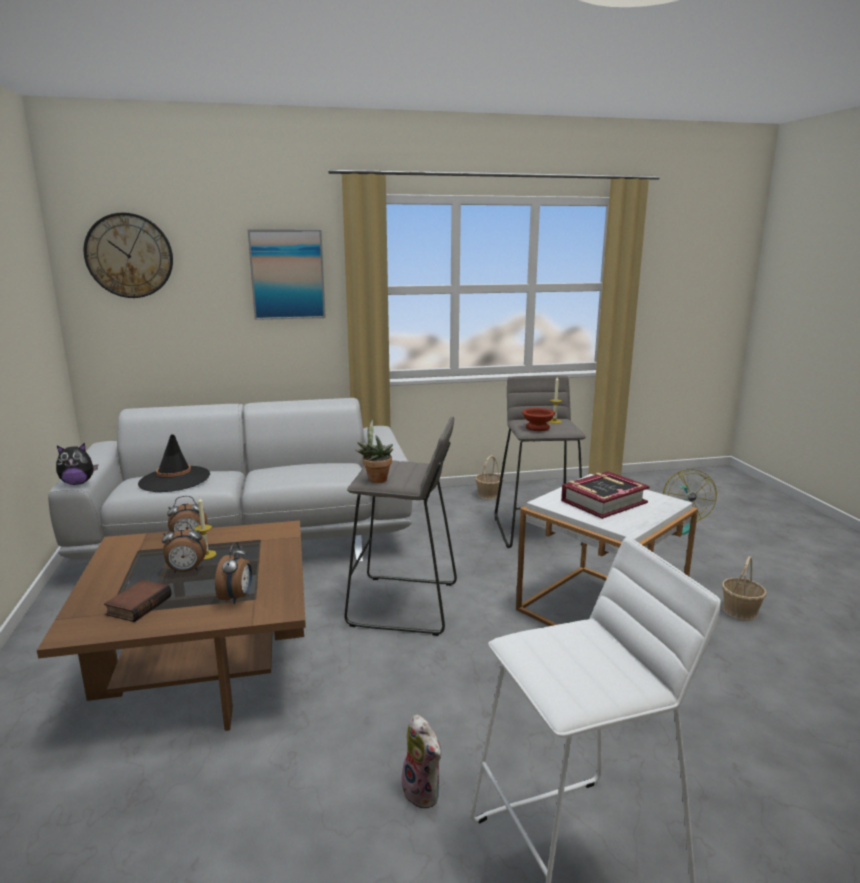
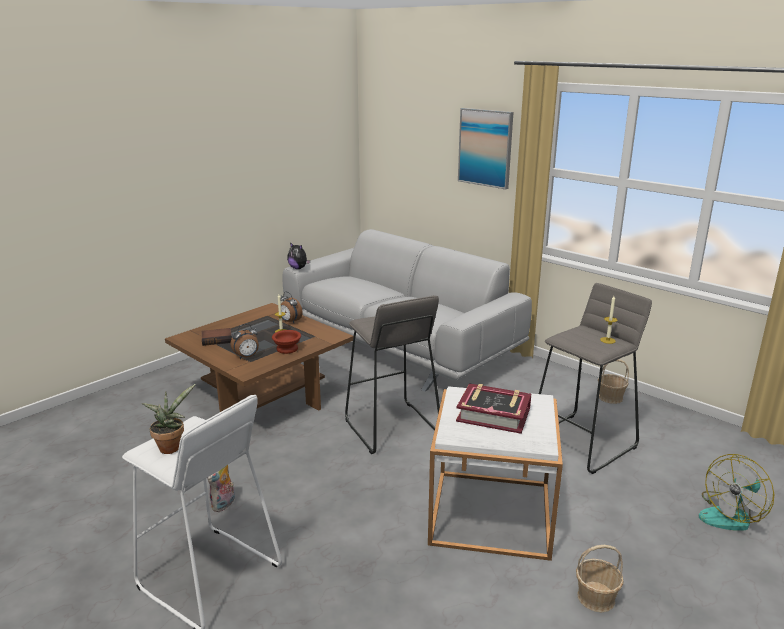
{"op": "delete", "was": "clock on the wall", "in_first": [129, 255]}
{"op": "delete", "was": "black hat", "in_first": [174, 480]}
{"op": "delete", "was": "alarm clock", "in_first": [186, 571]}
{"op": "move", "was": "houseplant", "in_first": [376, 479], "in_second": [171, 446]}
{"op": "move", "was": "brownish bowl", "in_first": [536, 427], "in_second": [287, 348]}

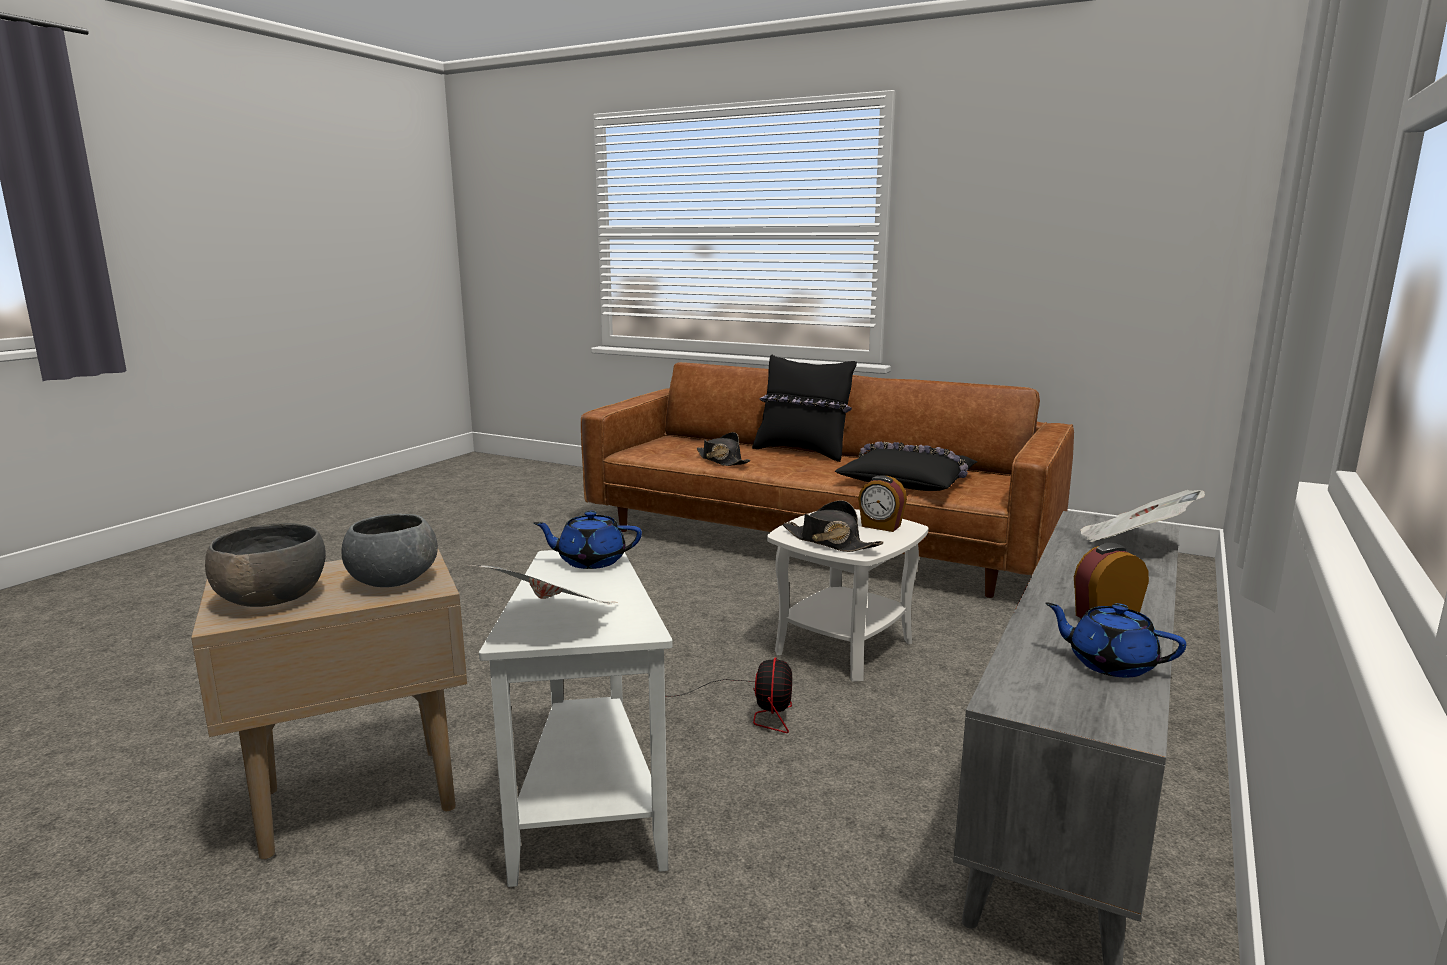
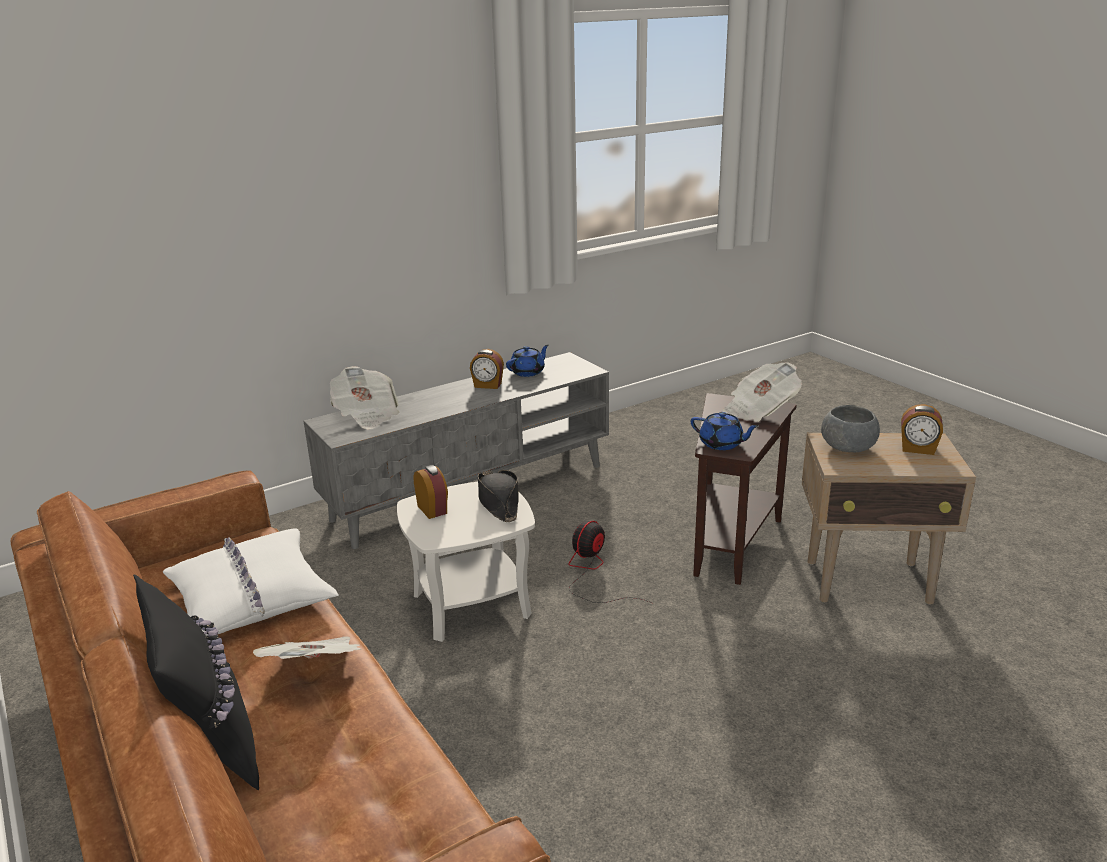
{"op": "replace", "was": "greyish bowl", "now": "alarm clock", "in_first": [272, 598], "in_second": [918, 449]}
{"op": "recolor", "was": "white end table", "now": "brownish end table", "in_first": [589, 810], "in_second": [731, 541]}
{"op": "delete", "was": "black hat", "in_first": [721, 460]}
{"op": "recolor", "was": "black cushion", "now": "white cushion", "in_first": [908, 481], "in_second": [251, 597]}
{"op": "rotate", "was": "blue tea pot", "in_first": [1110, 663], "in_second": [528, 372], "clockwise": -105}
{"op": "insert", "now": "printed paper", "in_second": [316, 669]}

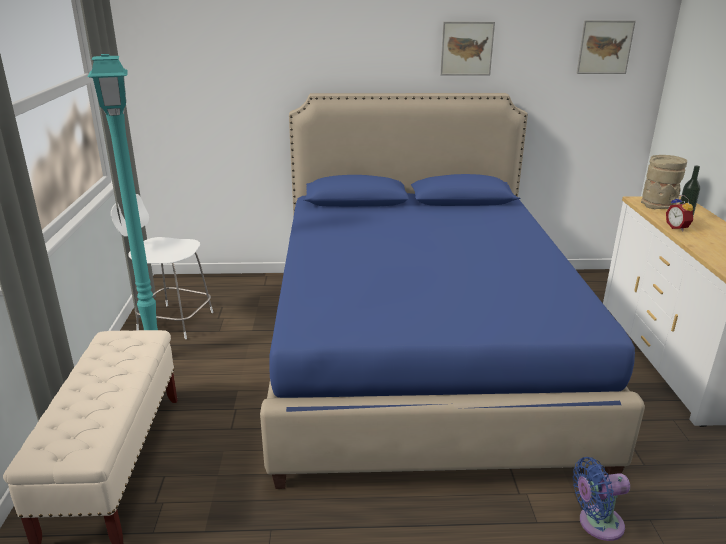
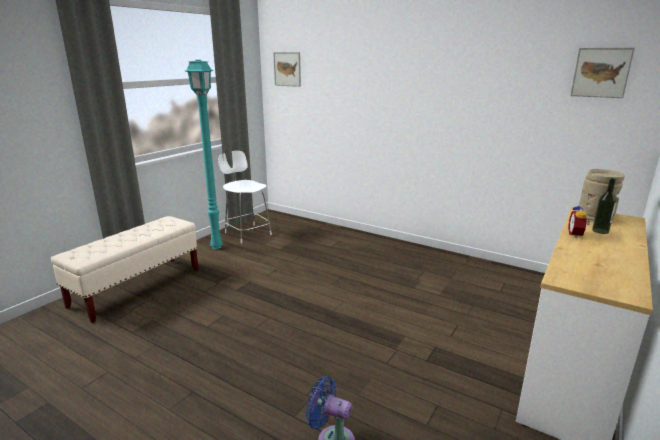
{"op": "delete", "was": "blue bedroom bed", "in_first": [418, 352]}
{"op": "move", "was": "wall picture", "in_first": [466, 48], "in_second": [287, 69]}

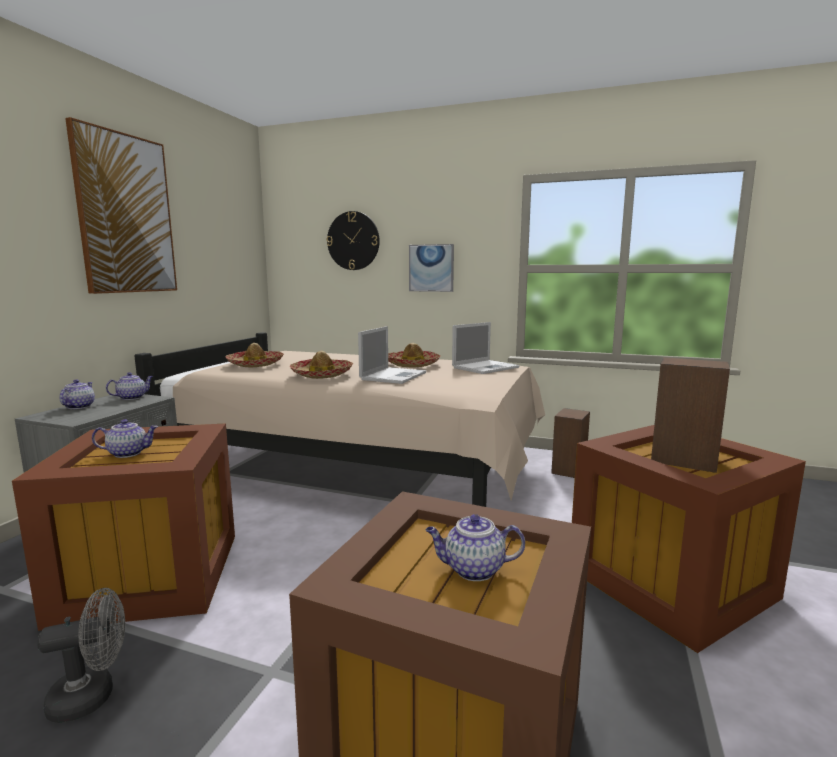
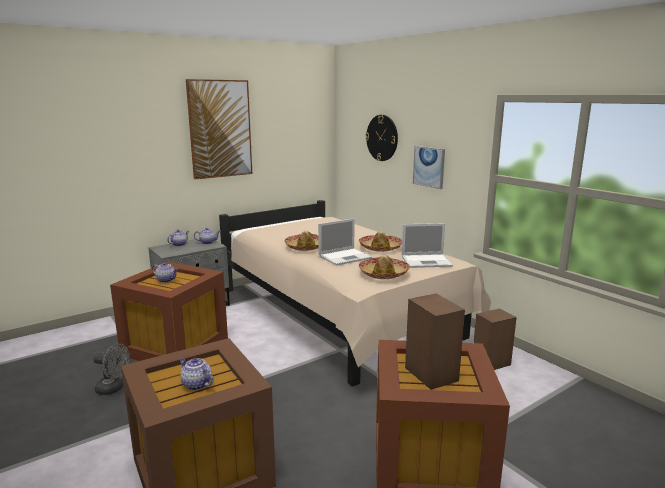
{"op": "move", "was": "hat", "in_first": [255, 364], "in_second": [383, 274]}

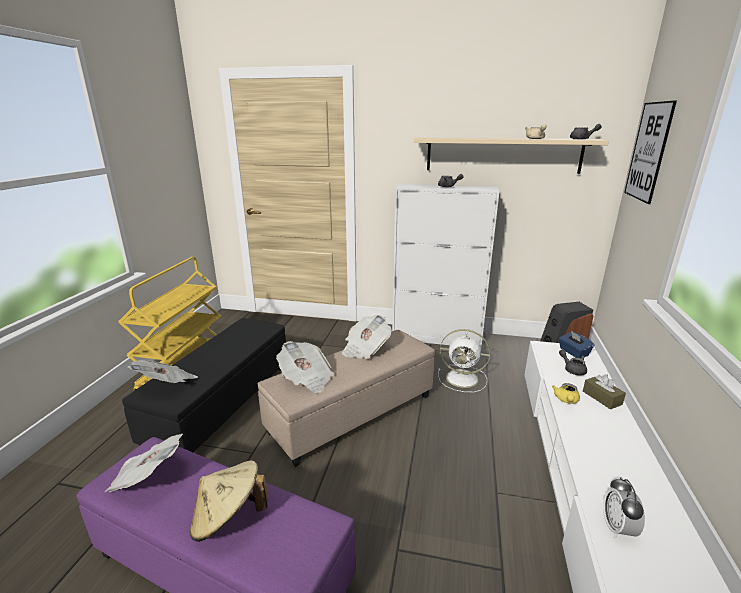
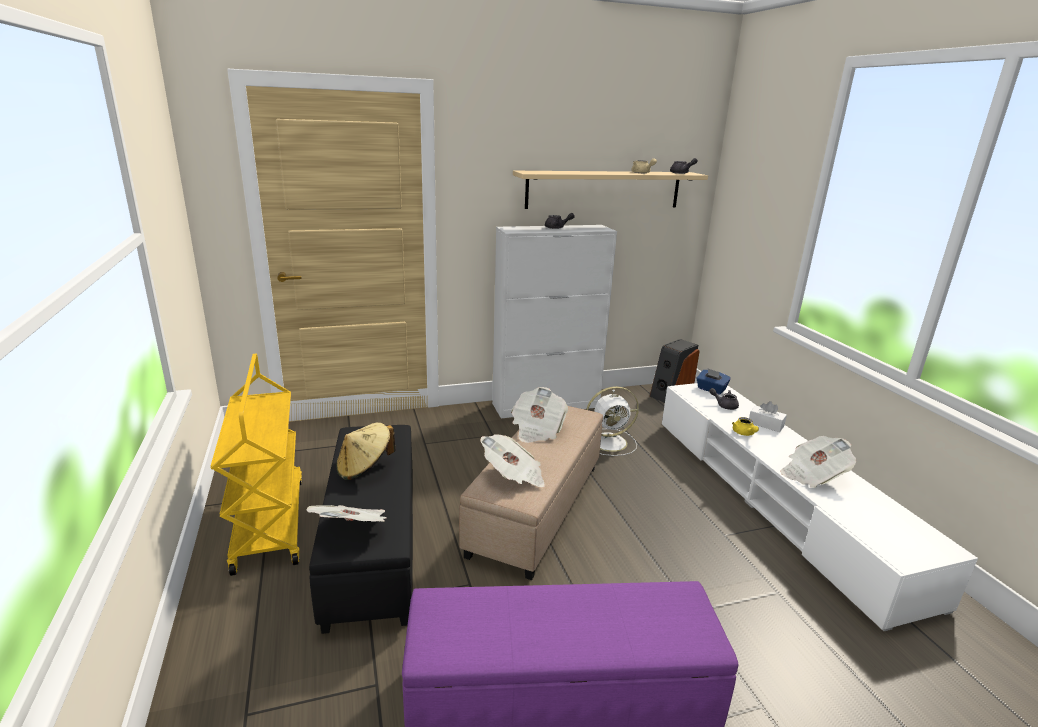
{"op": "move", "was": "printed paper", "in_first": [148, 477], "in_second": [812, 475]}
{"op": "move", "was": "beige hat", "in_first": [229, 518], "in_second": [364, 468]}
{"op": "recolor", "was": "brownish box of tissues", "now": "white box of tissues", "in_first": [602, 398], "in_second": [766, 424]}
{"op": "delete", "was": "alarm clock", "in_first": [617, 528]}
{"op": "delete", "was": "wall picture", "in_first": [648, 151]}

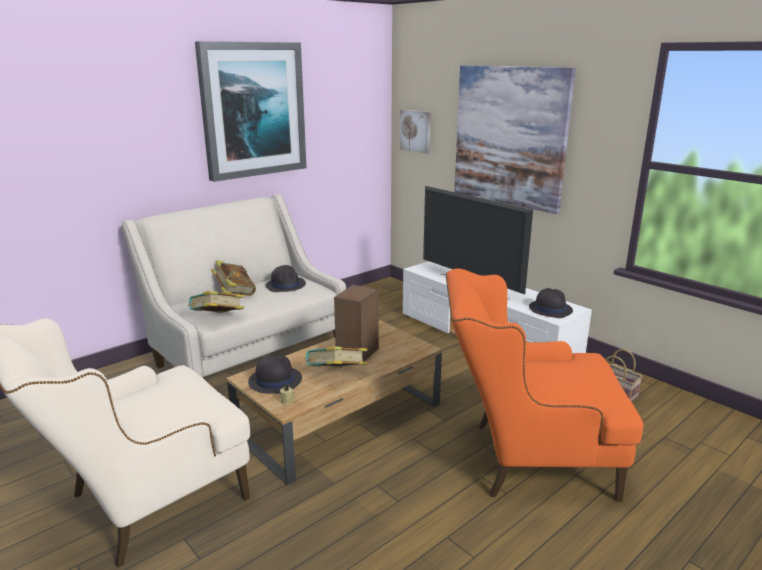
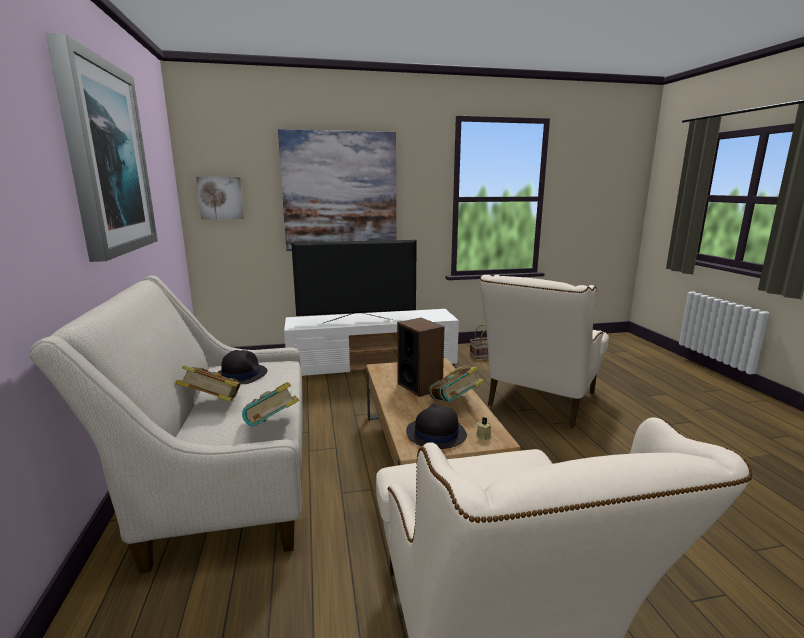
{"op": "recolor", "was": "orange armchair", "now": "beige armchair", "in_first": [525, 459], "in_second": [538, 403]}
{"op": "delete", "was": "black hat", "in_first": [550, 309]}

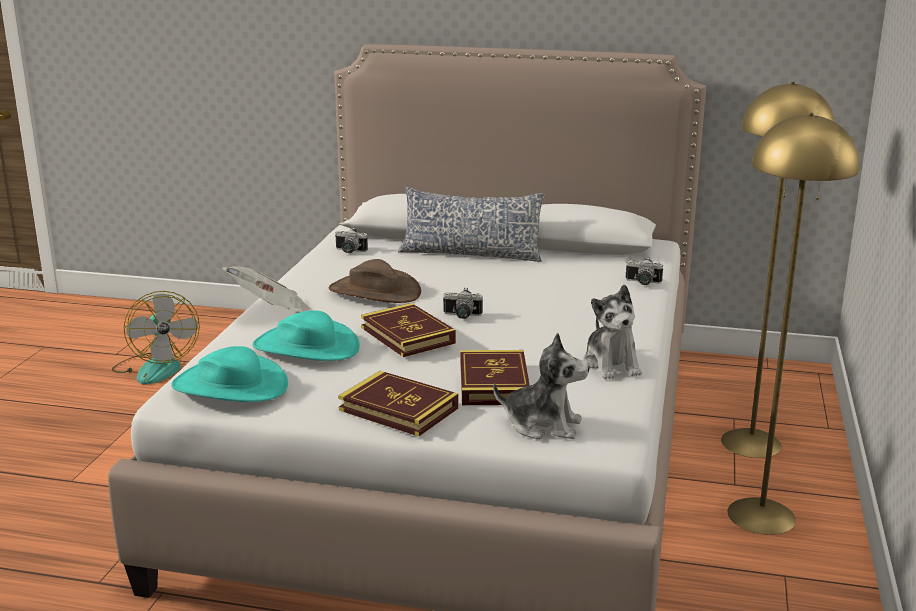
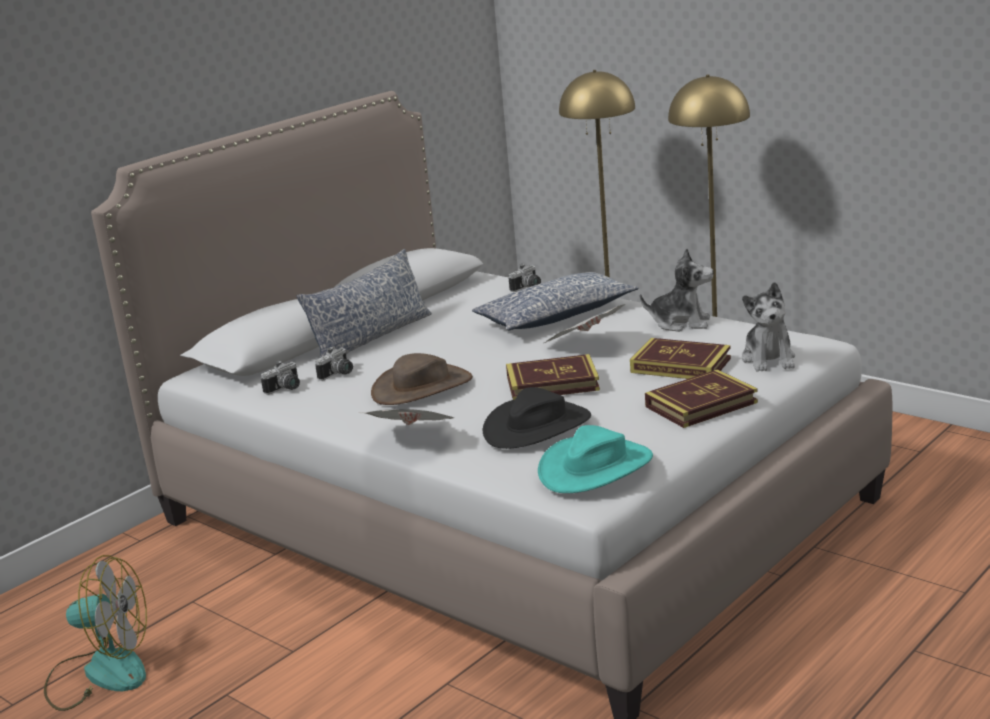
{"op": "recolor", "was": "turquoise hat", "now": "black hat", "in_first": [306, 346], "in_second": [537, 426]}
{"op": "move", "was": "photo camera", "in_first": [461, 316], "in_second": [338, 374]}
{"op": "rotate", "was": "soft toy", "in_first": [543, 425], "in_second": [769, 359], "clockwise": 135}
{"op": "insert", "now": "cushion", "in_second": [555, 316]}
{"op": "insert", "now": "printed paper", "in_second": [584, 345]}

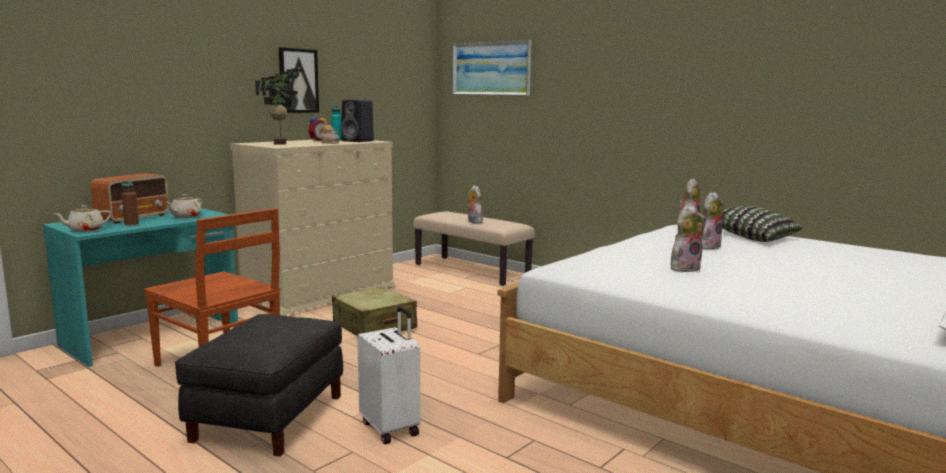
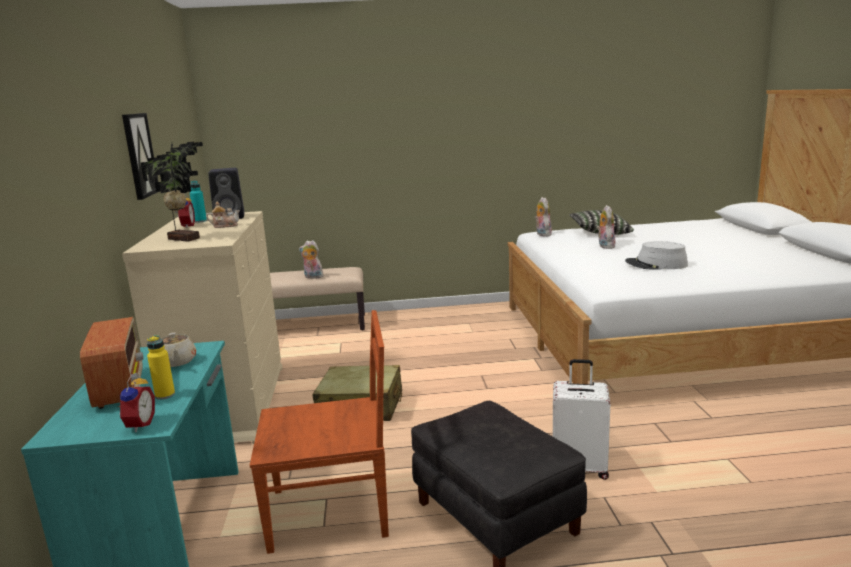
{"op": "replace", "was": "beige tea pot", "now": "alarm clock", "in_first": [85, 230], "in_second": [138, 425]}
{"op": "recolor", "was": "brownish drink bottle", "now": "yellowish drink bottle", "in_first": [131, 225], "in_second": [165, 395]}
{"op": "delete", "was": "wall picture", "in_first": [491, 69]}
{"op": "replace", "was": "soft toy", "now": "greyish hat", "in_first": [685, 268], "in_second": [656, 264]}

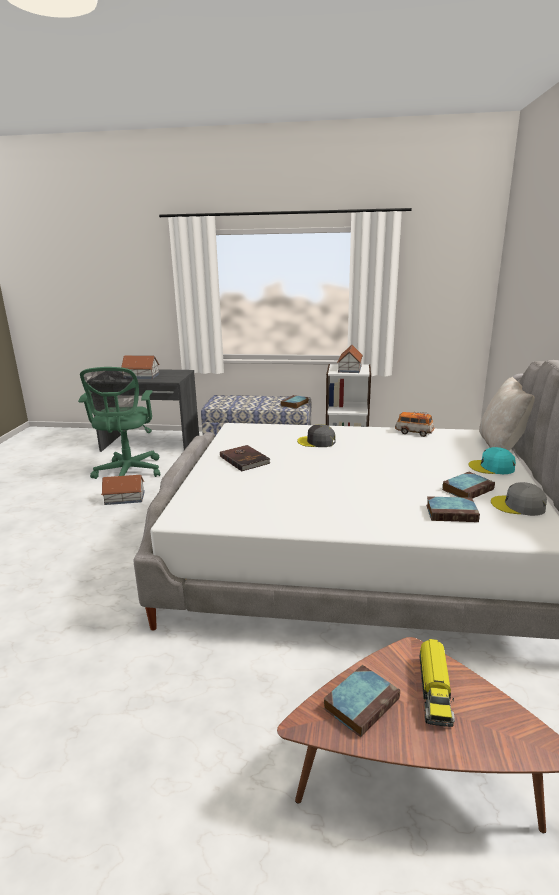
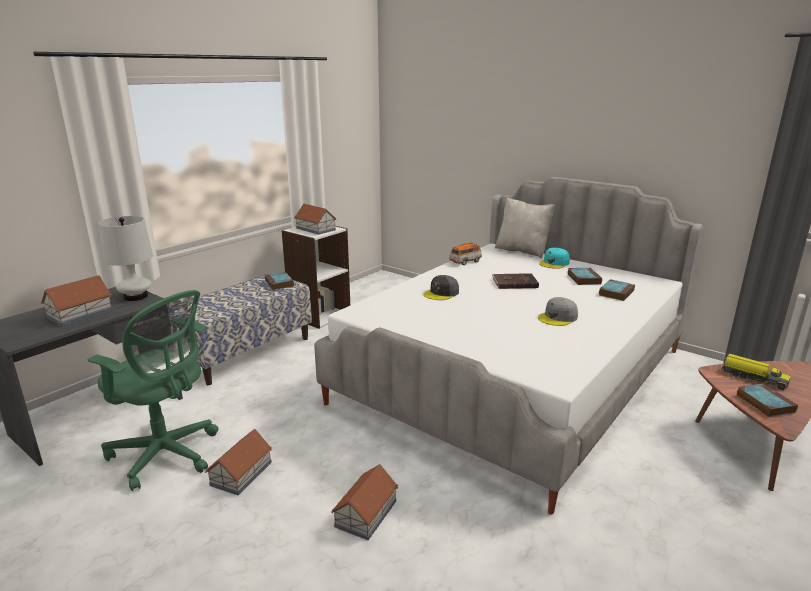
{"op": "move", "was": "brownish volume", "in_first": [245, 459], "in_second": [514, 283]}
{"op": "move", "was": "greyish peaked cap", "in_first": [518, 506], "in_second": [558, 317]}
{"op": "insert", "now": "white tabletop lamp", "in_second": [136, 296]}
{"op": "insert", "now": "miniature house", "in_second": [365, 514]}

